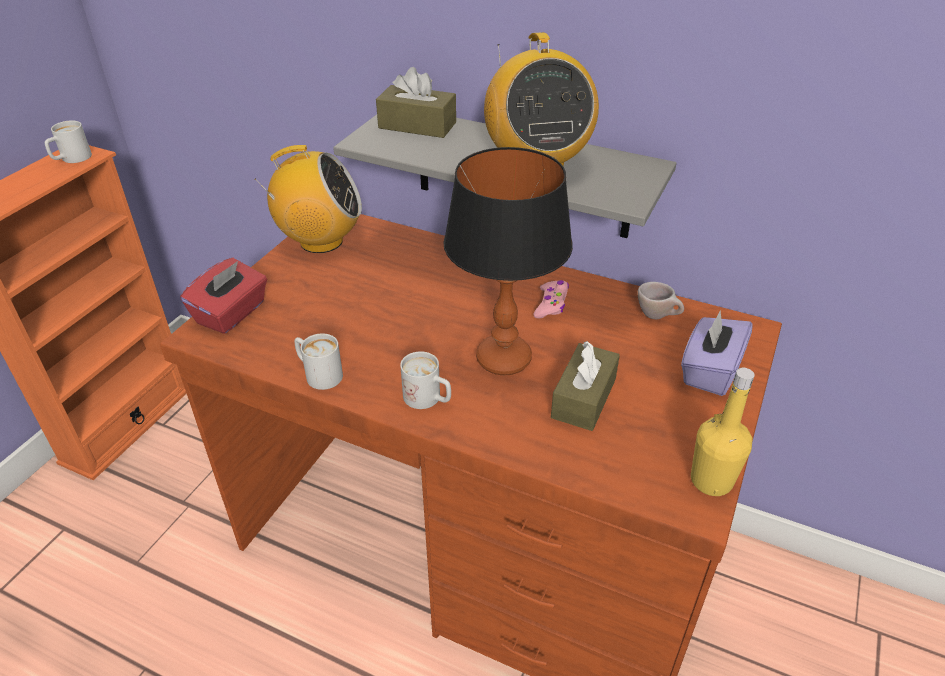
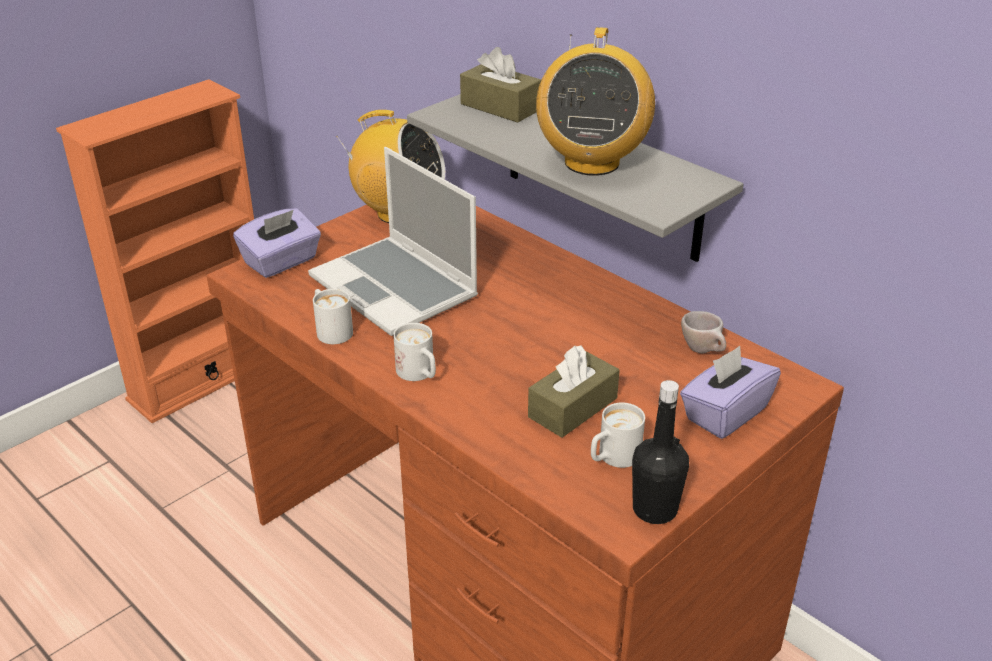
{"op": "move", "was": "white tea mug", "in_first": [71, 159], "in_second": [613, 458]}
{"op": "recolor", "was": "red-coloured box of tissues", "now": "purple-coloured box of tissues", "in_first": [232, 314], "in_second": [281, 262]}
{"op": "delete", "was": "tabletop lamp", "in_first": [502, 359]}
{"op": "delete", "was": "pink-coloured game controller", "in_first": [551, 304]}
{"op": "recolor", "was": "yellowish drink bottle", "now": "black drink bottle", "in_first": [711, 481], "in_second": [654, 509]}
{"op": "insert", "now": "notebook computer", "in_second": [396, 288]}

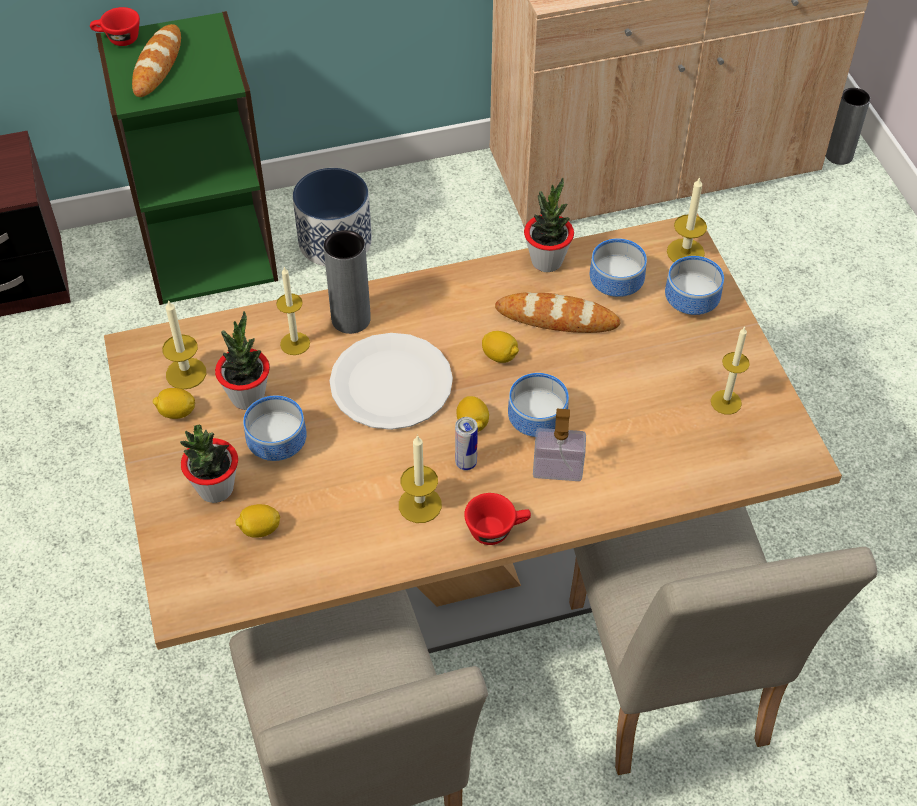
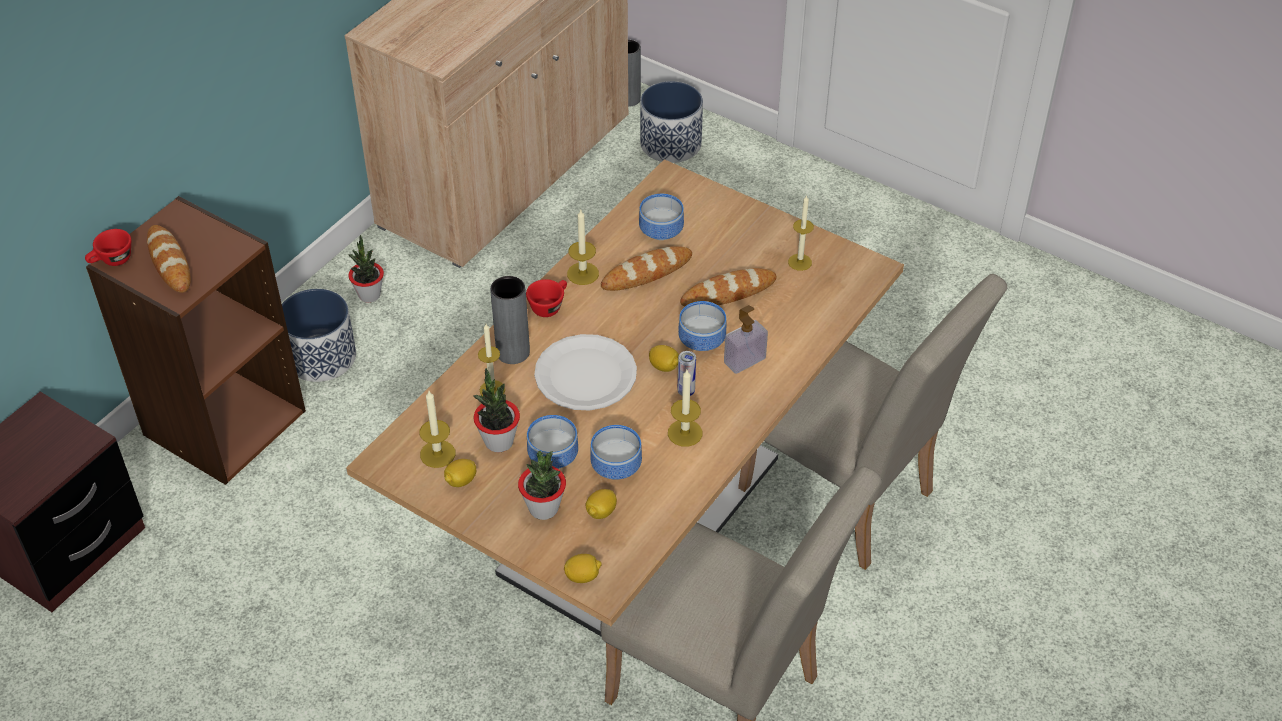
{"op": "recolor", "was": "greenish bookcase", "now": "brownish bookcase", "in_first": [209, 250], "in_second": [223, 422]}
{"op": "move", "was": "red-coloured cup", "in_first": [497, 529], "in_second": [549, 306]}
{"op": "move", "was": "whole lemon", "in_first": [499, 356], "in_second": [583, 576]}
{"op": "move", "was": "houseplant", "in_first": [547, 261], "in_second": [369, 295]}
{"op": "move", "was": "bowl", "in_first": [689, 300], "in_second": [614, 466]}
{"op": "move", "was": "wax candle", "in_first": [685, 252], "in_second": [583, 273]}
{"op": "insert", "now": "planter", "in_second": [671, 144]}
{"op": "insert", "now": "baked bread", "in_second": [728, 292]}

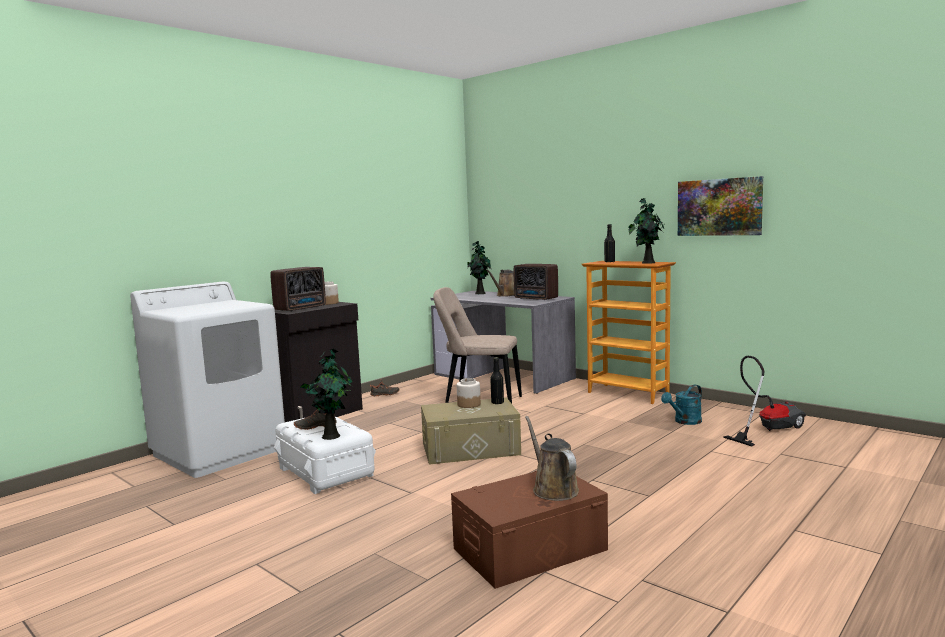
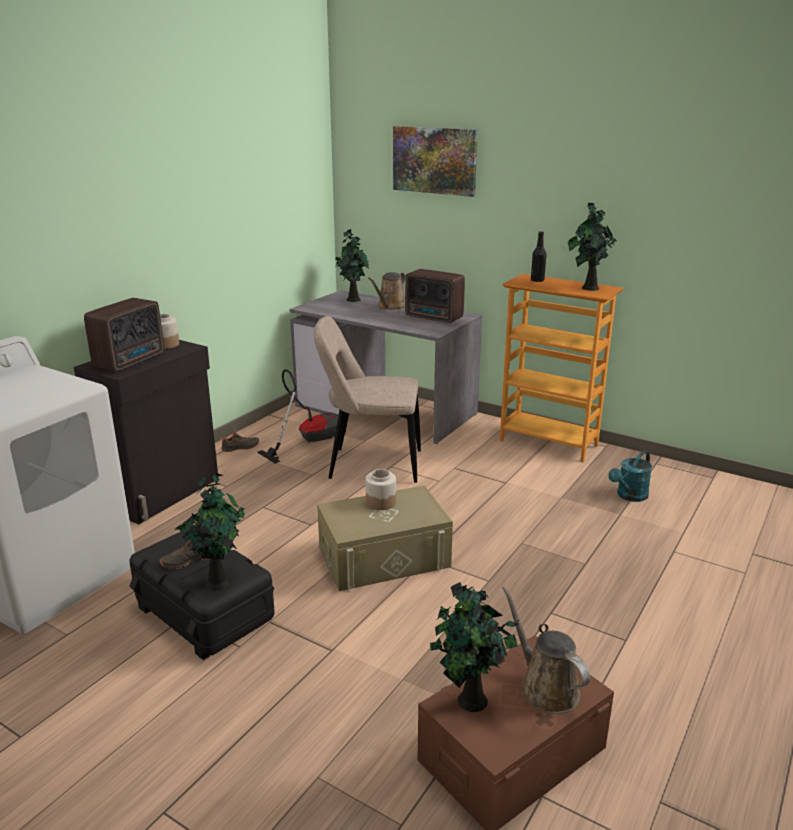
{"op": "recolor", "was": "white storage bin", "now": "black storage bin", "in_first": [326, 472], "in_second": [205, 612]}
{"op": "delete", "was": "black drink bottle", "in_first": [497, 402]}
{"op": "move", "was": "wall picture", "in_first": [719, 207], "in_second": [434, 160]}
{"op": "move", "was": "hoover", "in_first": [767, 429], "in_second": [309, 440]}
{"op": "insert", "now": "houseplant", "in_second": [470, 702]}

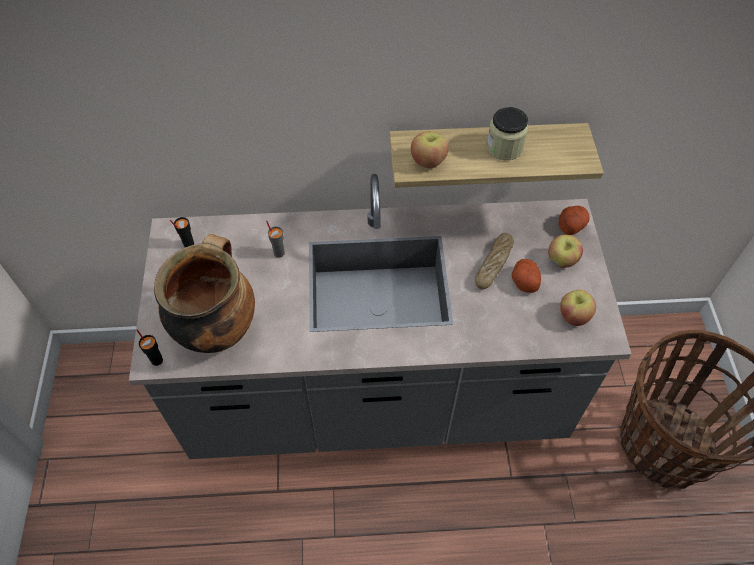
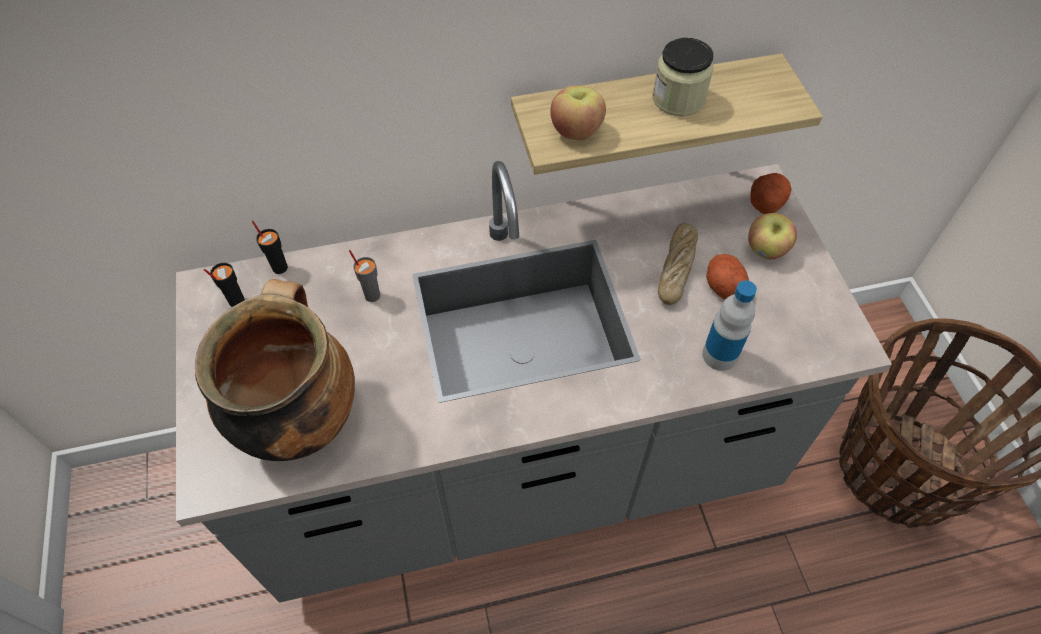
{"op": "move", "was": "black cup", "in_first": [157, 360], "in_second": [279, 267]}
{"op": "delete", "was": "apple", "in_first": [573, 316]}
{"op": "insert", "now": "drink bottle", "in_second": [719, 355]}

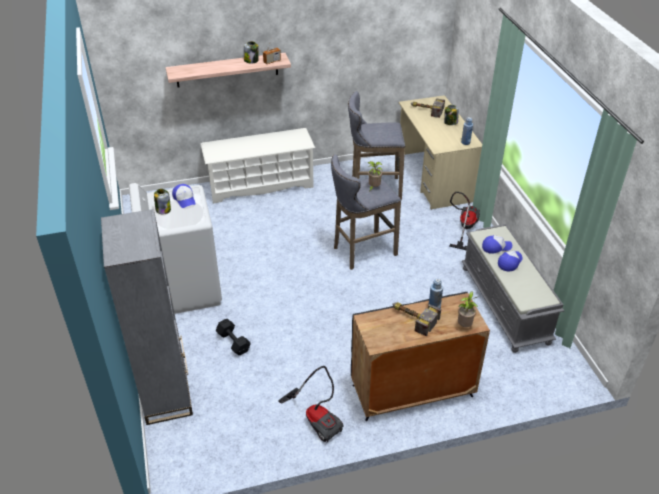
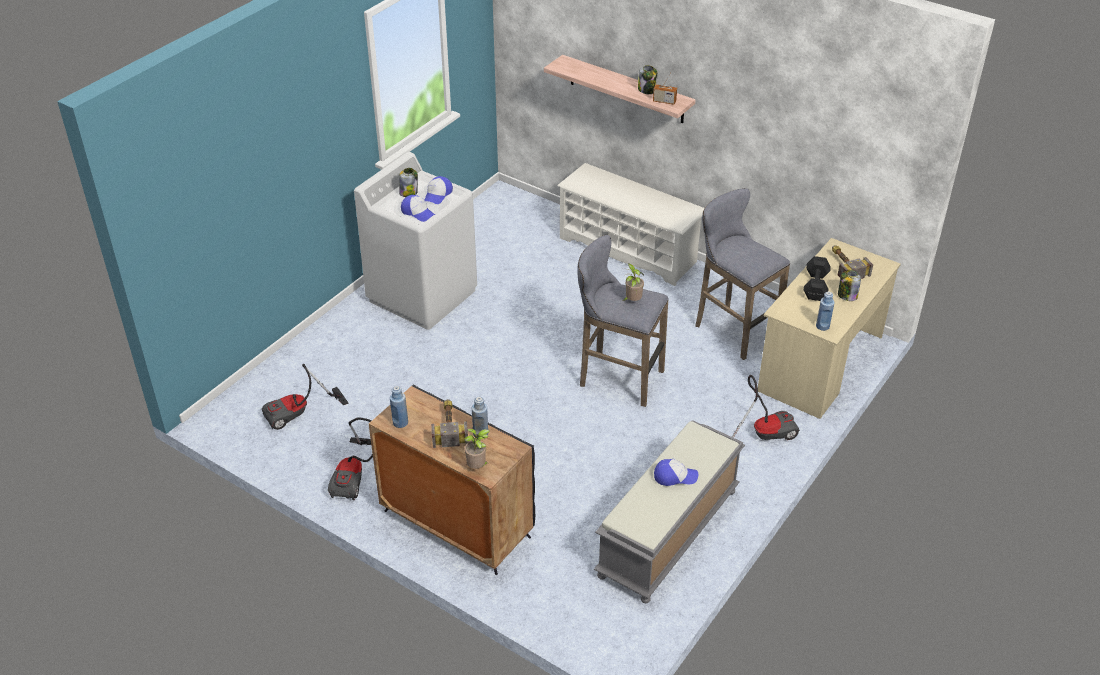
{"op": "delete", "was": "greyish bookcase", "in_first": [166, 394]}
{"op": "move", "was": "black dumbbell", "in_first": [233, 341], "in_second": [816, 285]}
{"op": "move", "was": "peaked cap", "in_first": [496, 247], "in_second": [417, 212]}
{"op": "insert", "now": "hoover", "in_second": [299, 414]}
{"op": "insert", "now": "blue drink bottle", "in_second": [400, 423]}

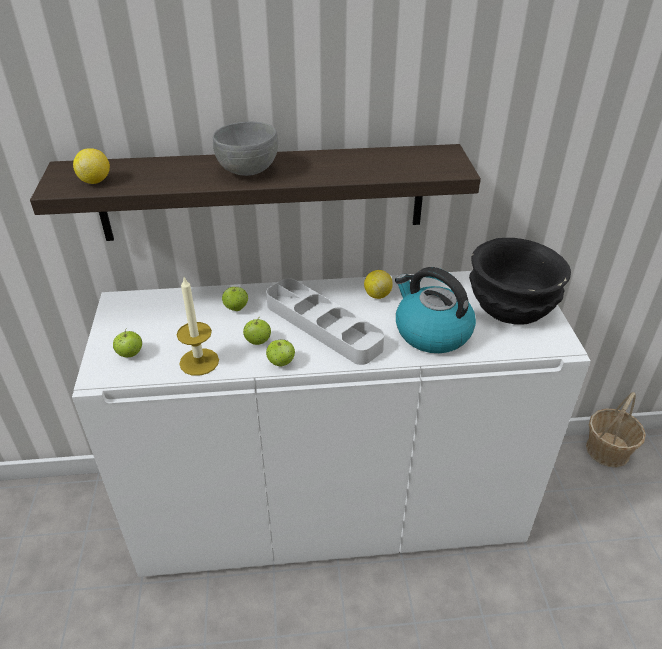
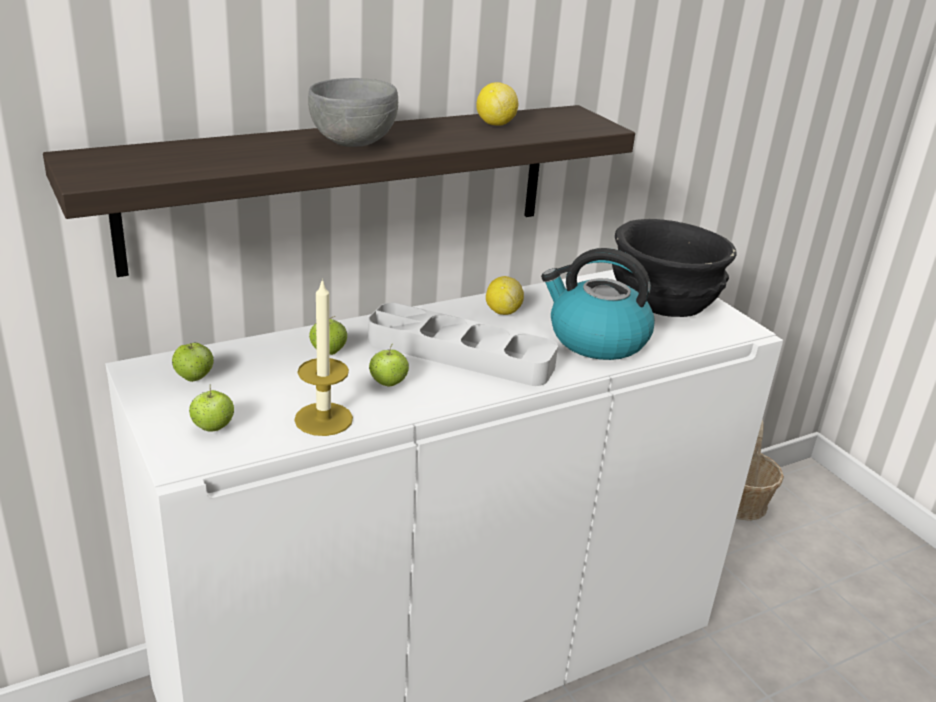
{"op": "move", "was": "whole lemon", "in_first": [95, 181], "in_second": [495, 124]}
{"op": "move", "was": "apple", "in_first": [281, 363], "in_second": [194, 378]}

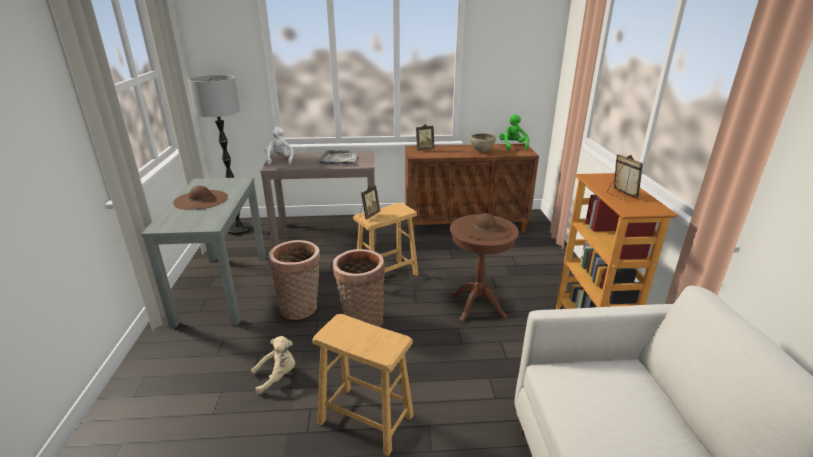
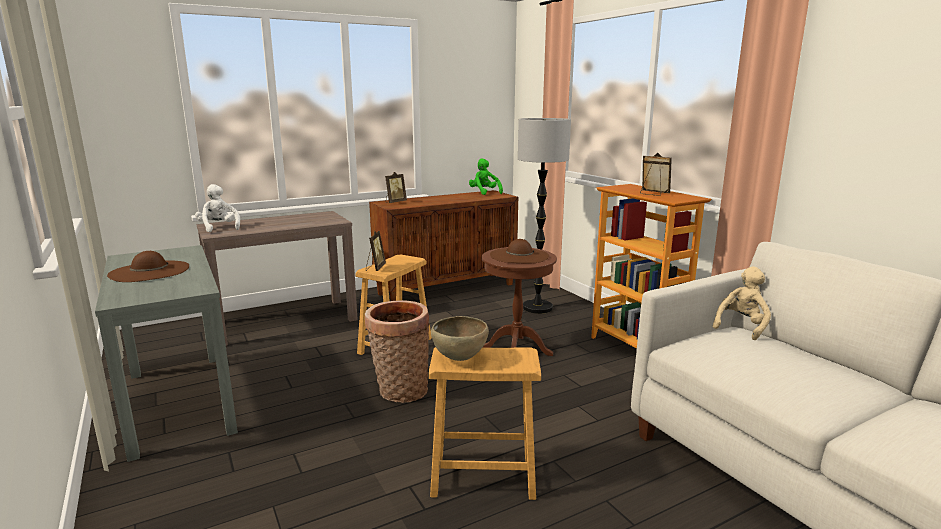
{"op": "move", "was": "standing lamp", "in_first": [239, 229], "in_second": [537, 308]}
{"op": "move", "was": "beige soft toy", "in_first": [277, 376], "in_second": [741, 326]}
{"op": "delete", "was": "storage basket", "in_first": [301, 308]}
{"op": "delete", "was": "greyish serving tray", "in_first": [338, 159]}
{"op": "move", "was": "brownish bowl", "in_first": [482, 151], "in_second": [460, 358]}

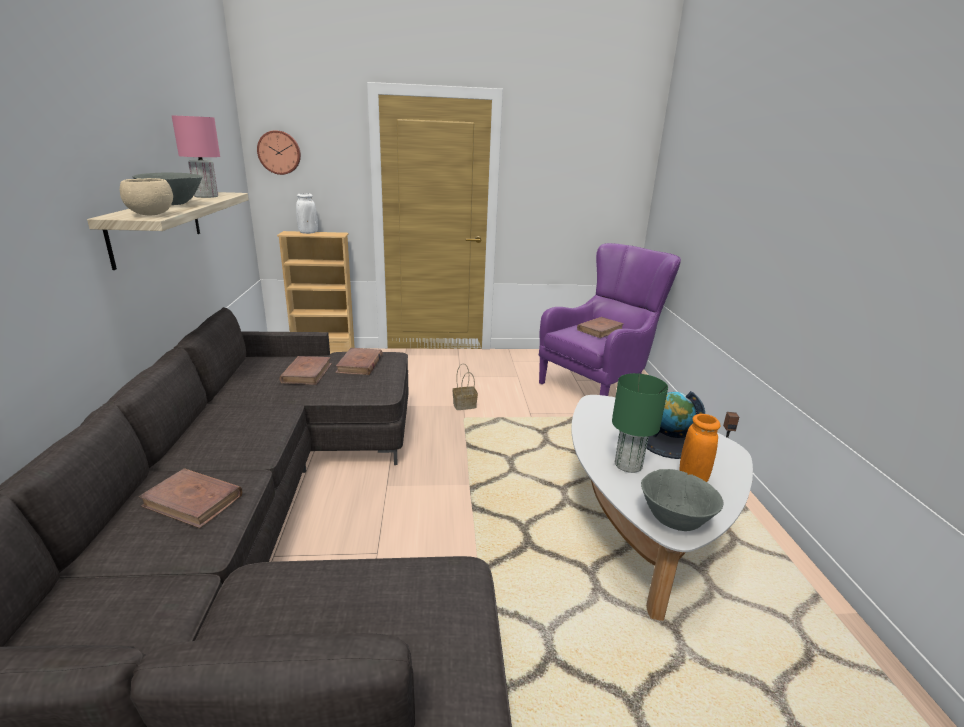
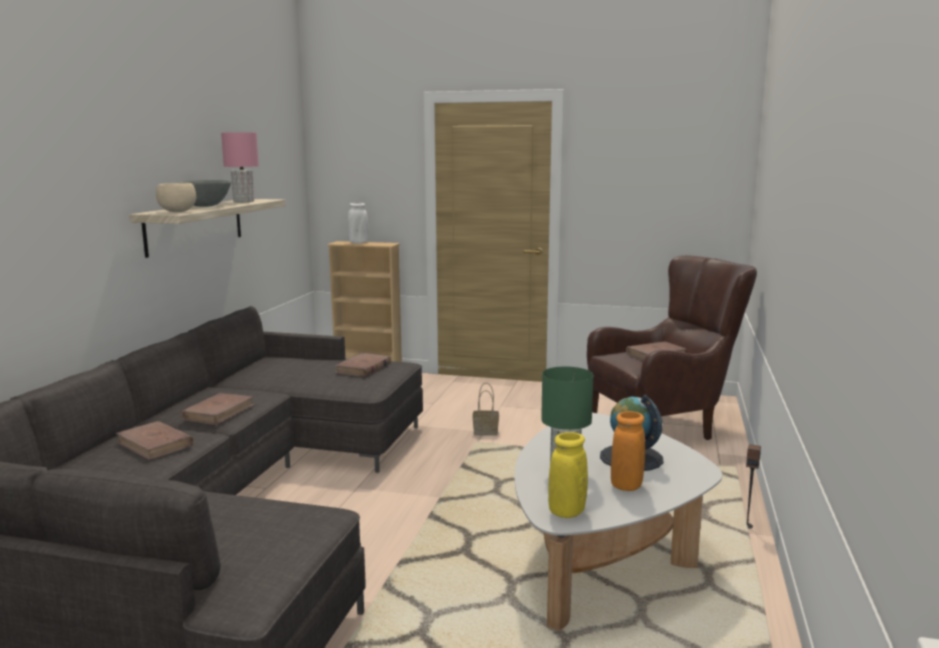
{"op": "delete", "was": "clock on the wall", "in_first": [279, 152]}
{"op": "move", "was": "brownish volume", "in_first": [307, 373], "in_second": [219, 412]}
{"op": "recolor", "was": "purple-coloured armchair", "now": "brownish armchair", "in_first": [599, 385], "in_second": [666, 428]}
{"op": "replace", "was": "greyish bowl", "now": "yellowish decorative vase", "in_first": [674, 520], "in_second": [566, 512]}

